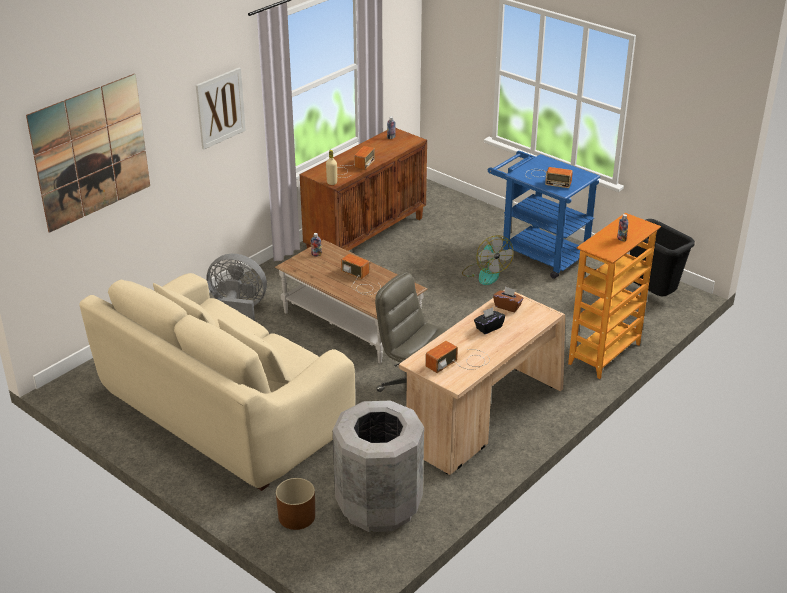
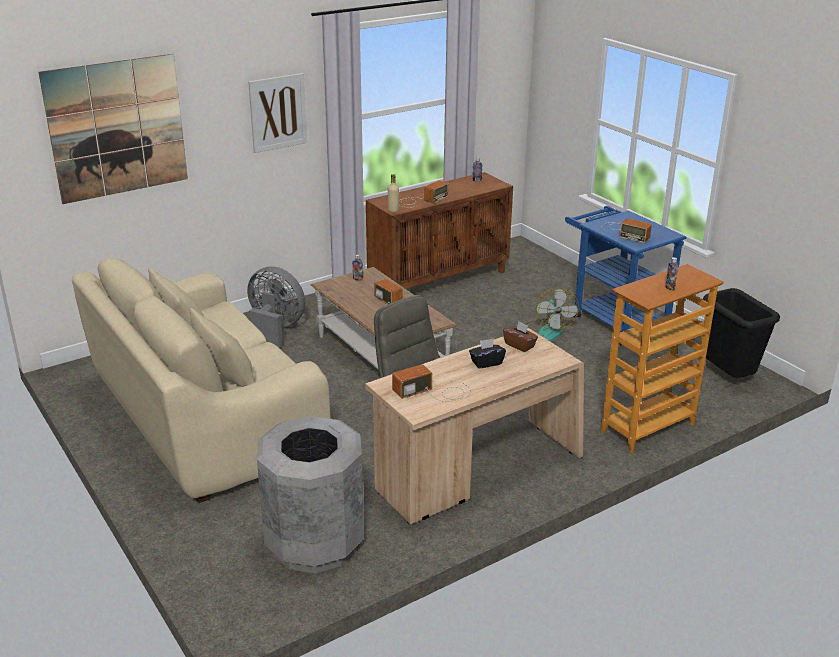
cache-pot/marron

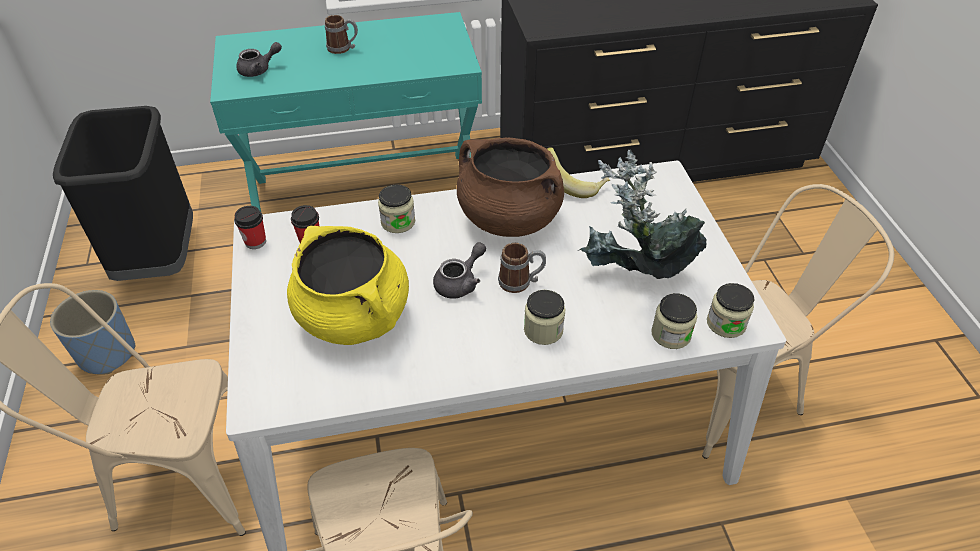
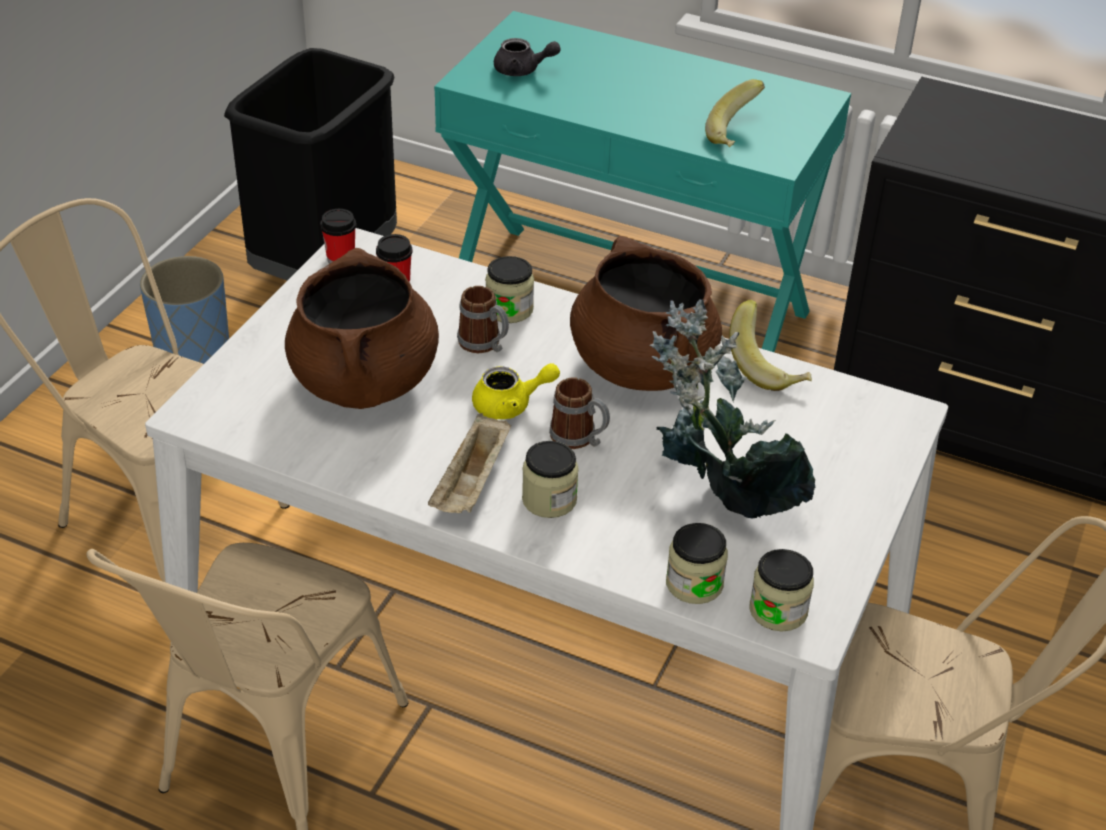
mug (1st from left)
marmite/marron (1st from left)
théière/jaune
banane (1st from left)
plateau/beige

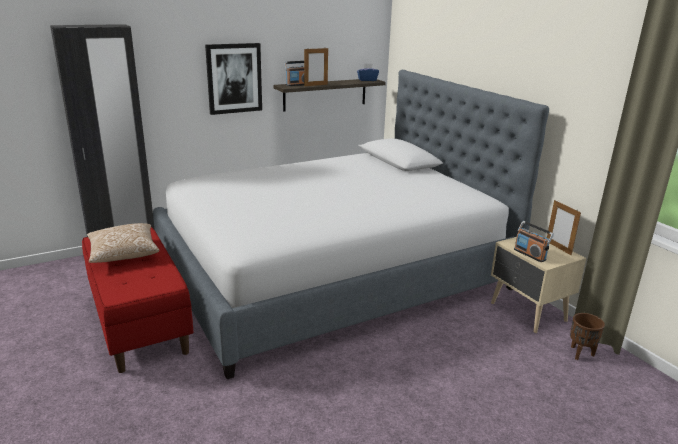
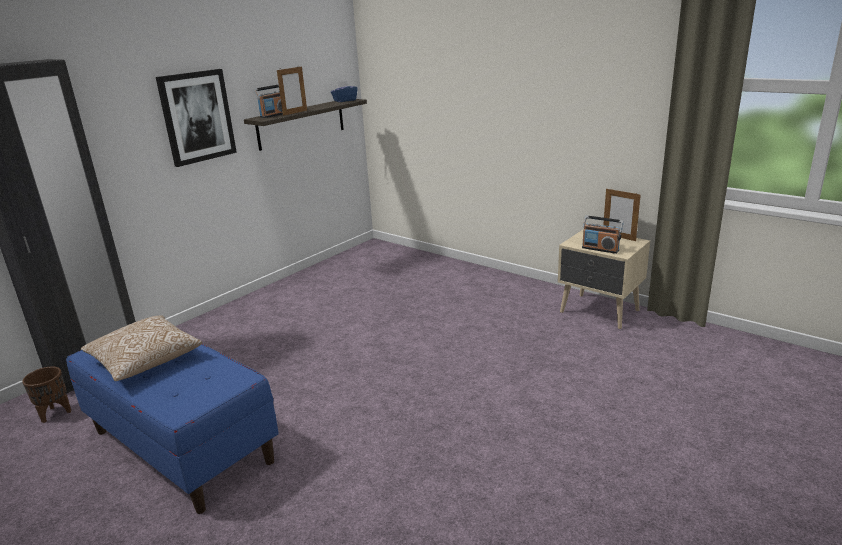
lit
banc/bleu
cache-pot/marron

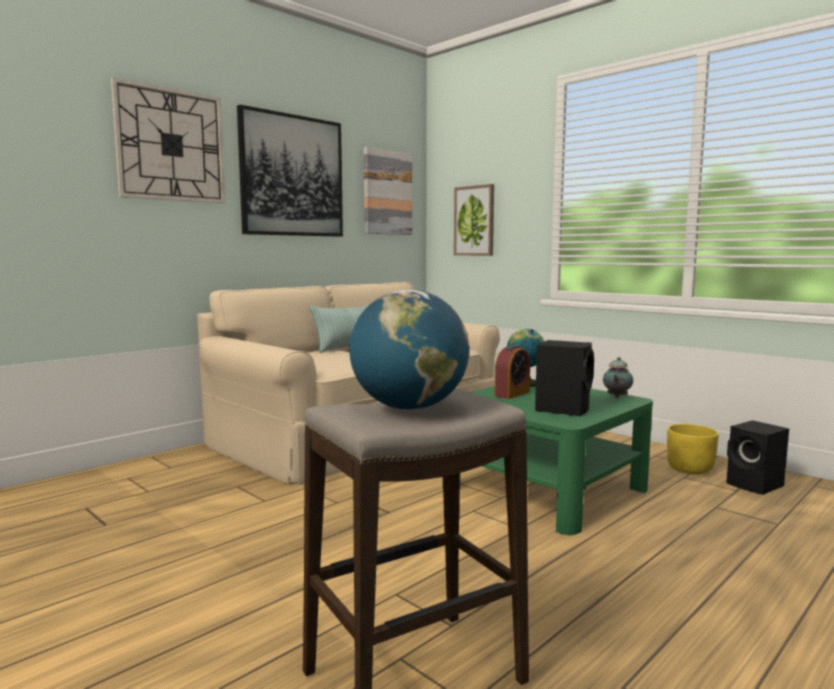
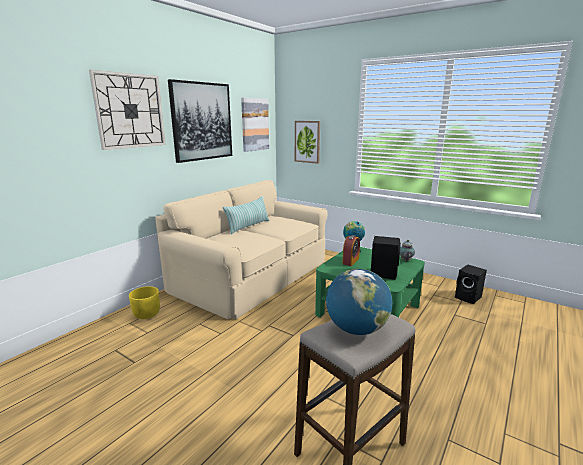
cache-pot/jaune

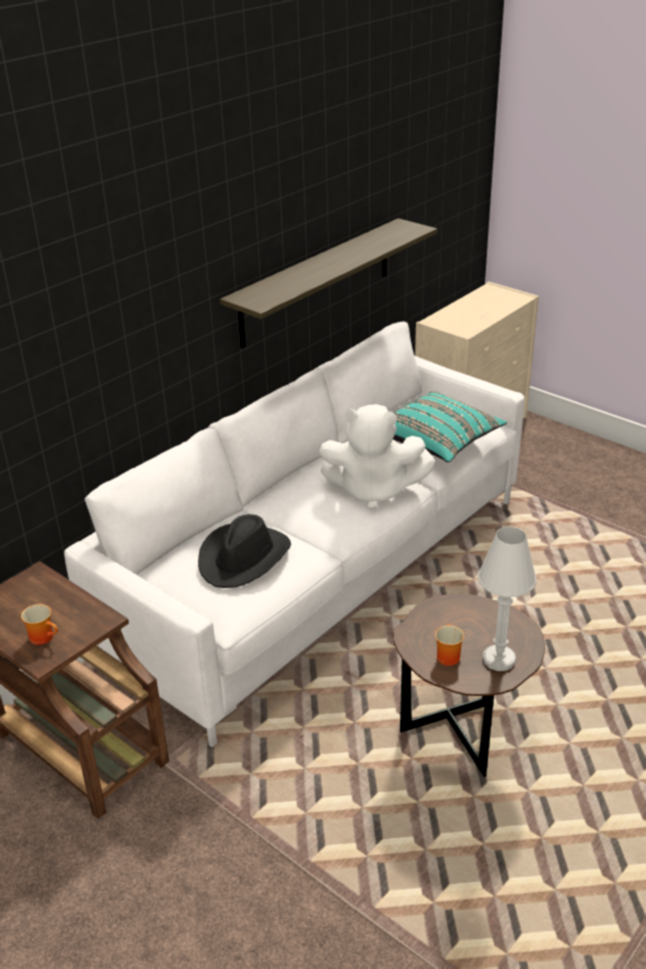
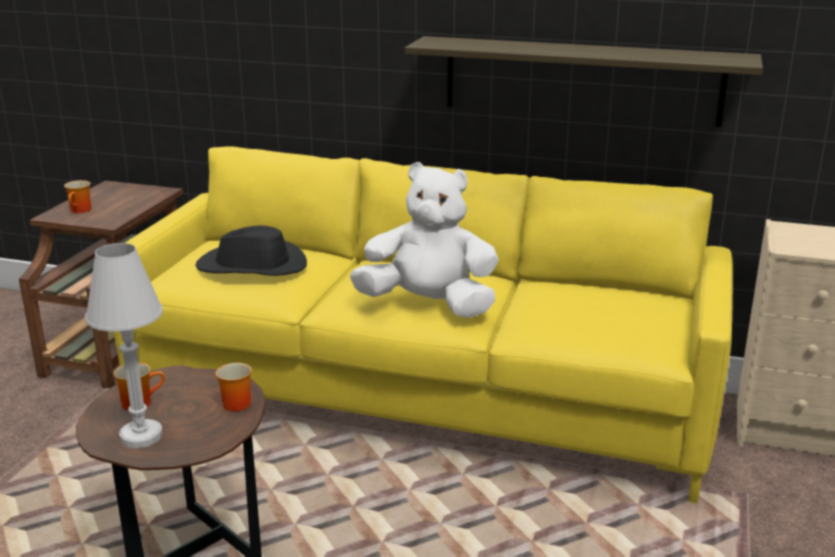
canapé/jaune
coussin/turquoise
peluche/blanc
mug (3rd from left)

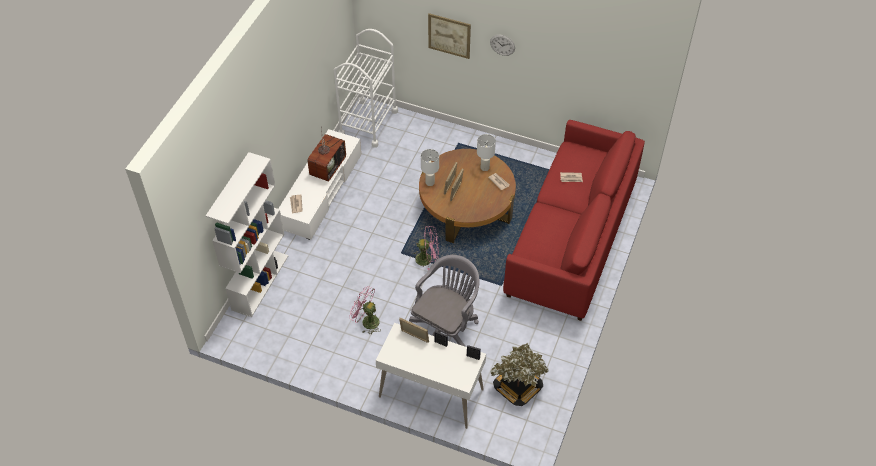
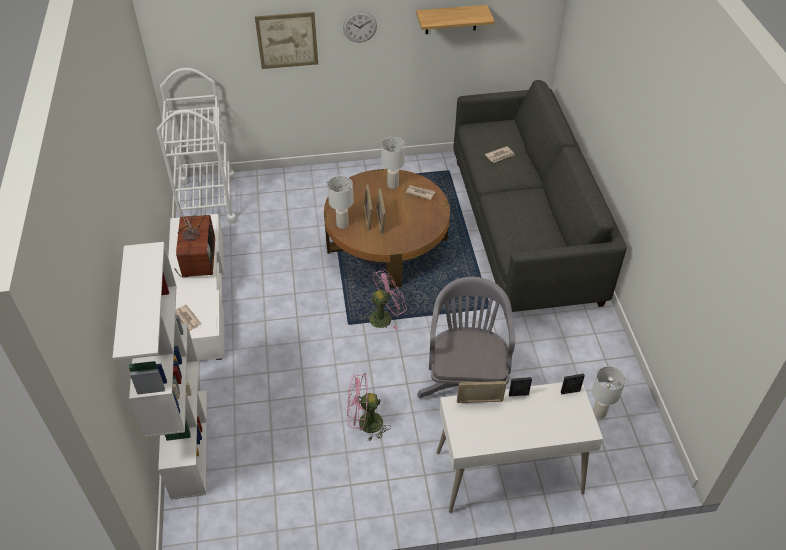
canapé/gris
lampe de table/blanc (3rd from left)
étagère

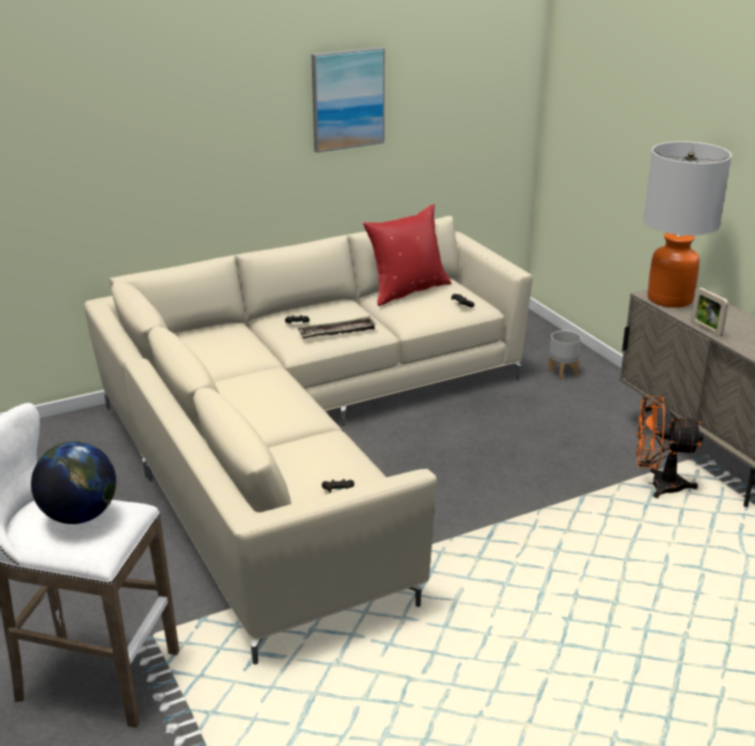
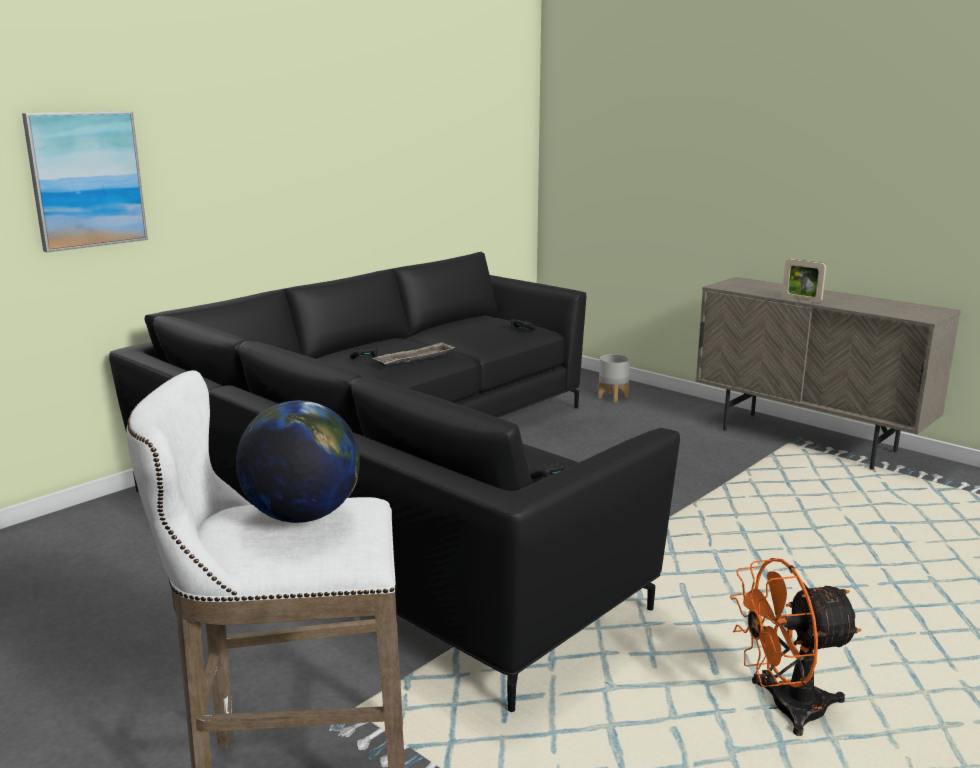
tableau
lampe de table
coussin/rouge
canapé/noir
ventilateur/orange

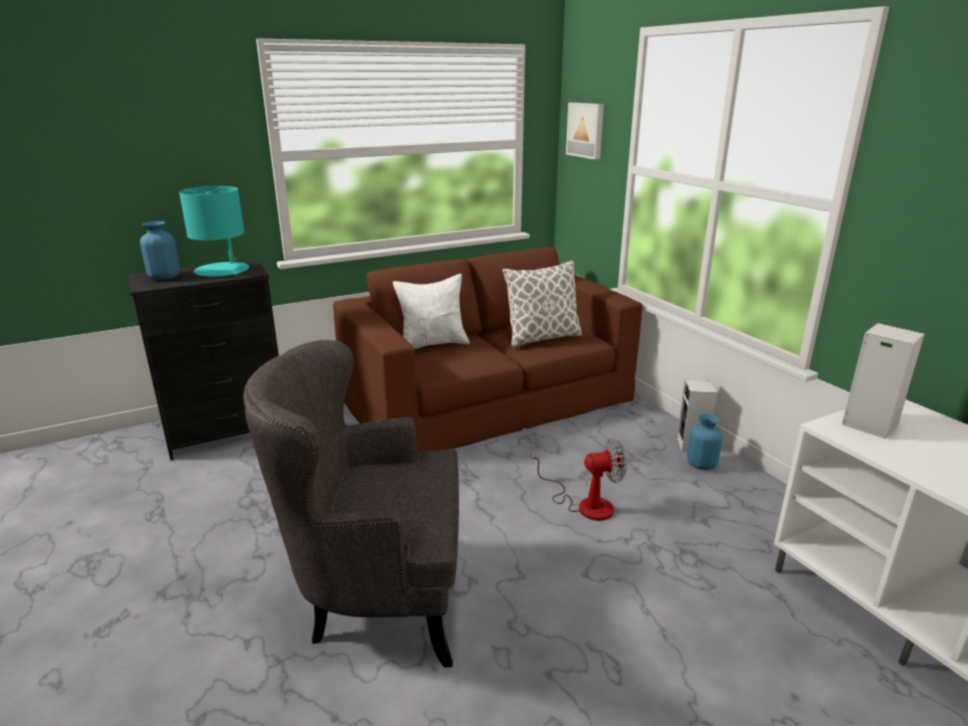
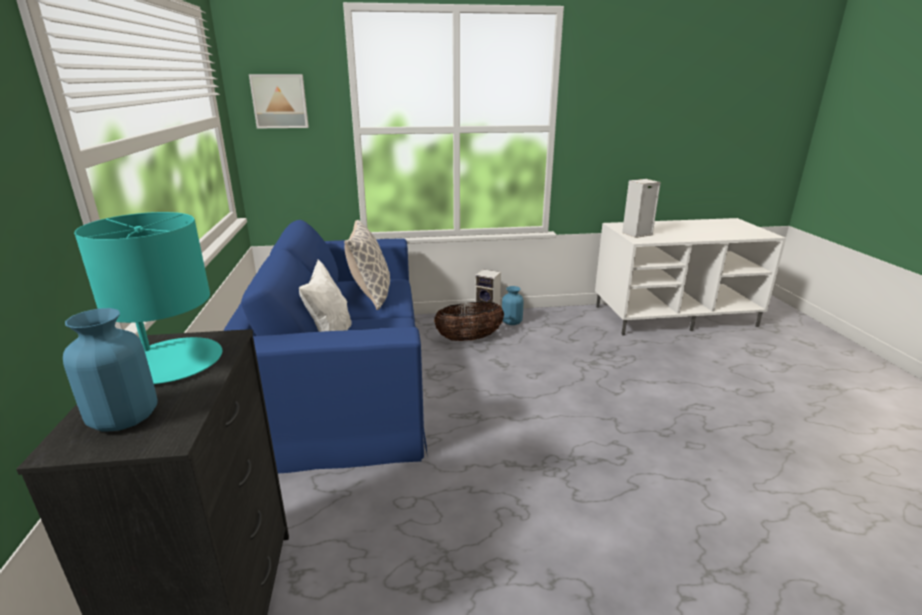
canapé/bleu
fauteuil/gris
ventilateur
panier

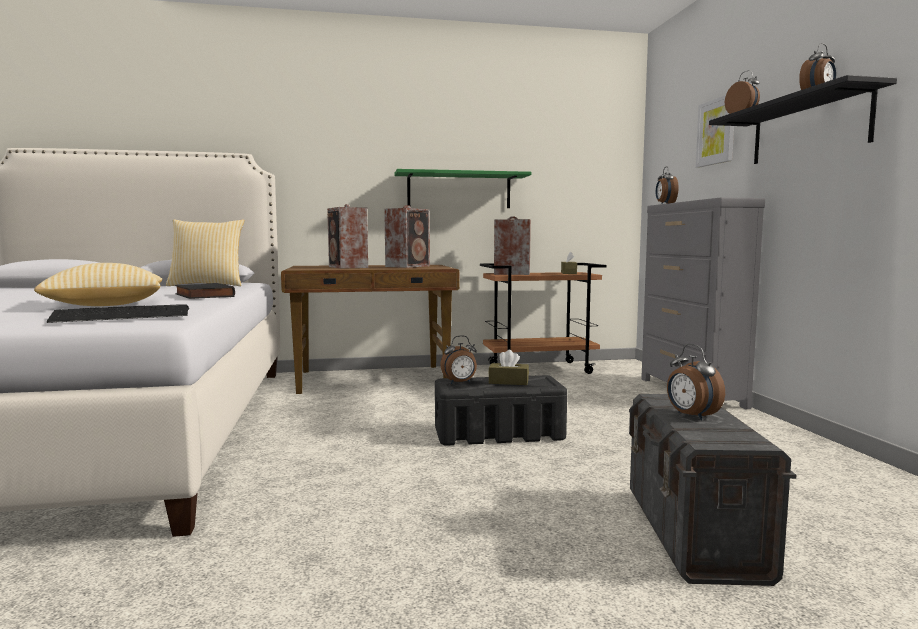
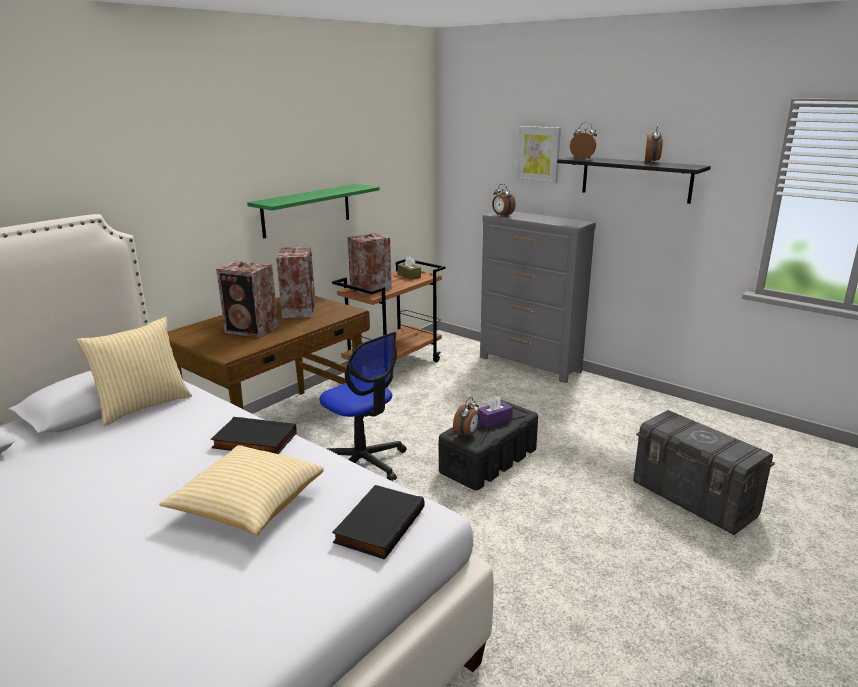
livre/noir (2nd from left)
réveil (3rd from left in the first image)
boîte à mouchoirs/violet
chaise de bureau

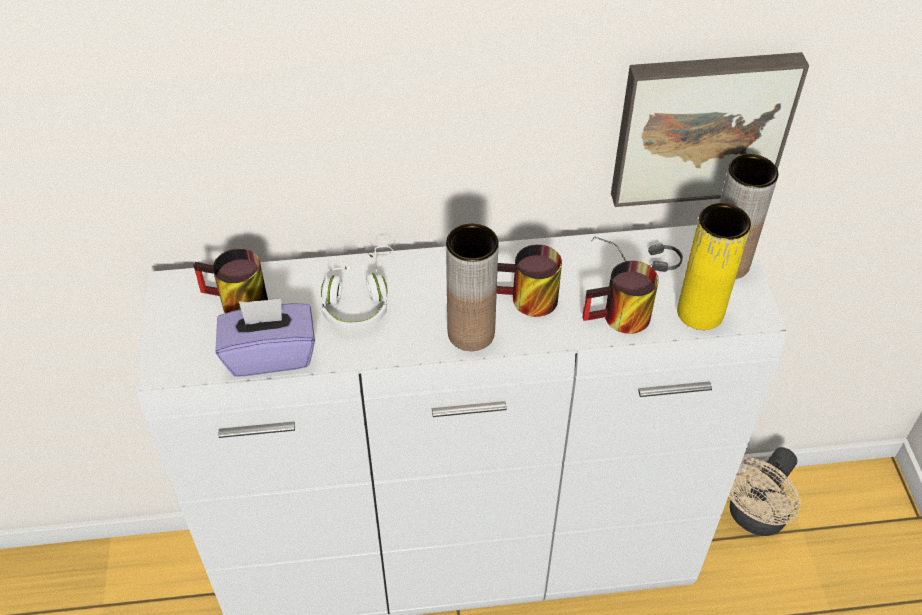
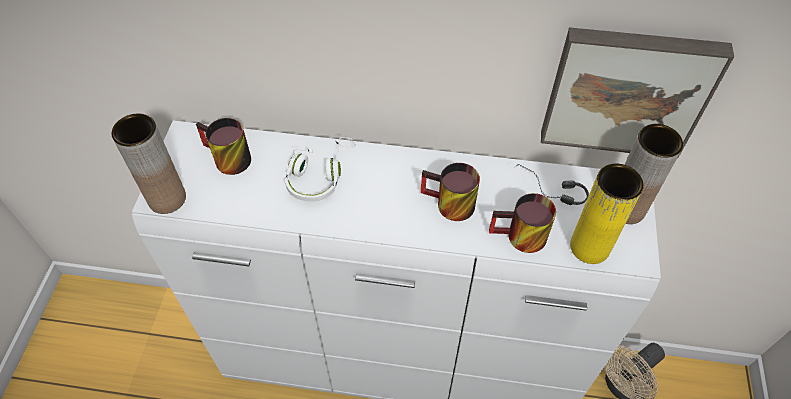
vase/marron (1st from left)
boîte à mouchoirs/violet

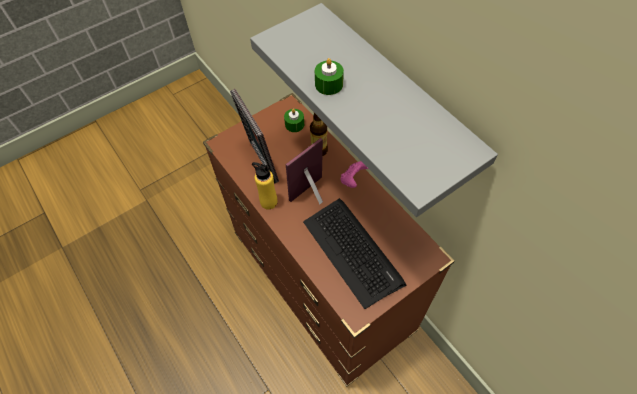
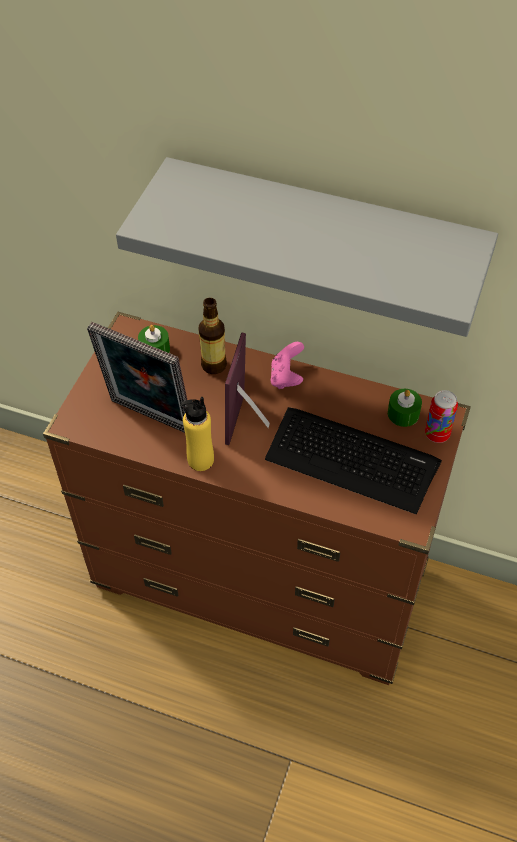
bougie/vert (2nd from left)
boîte métallique

